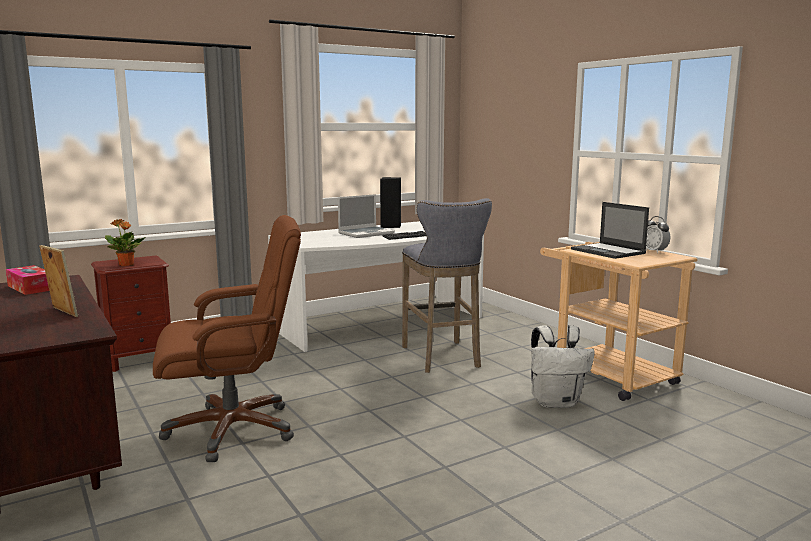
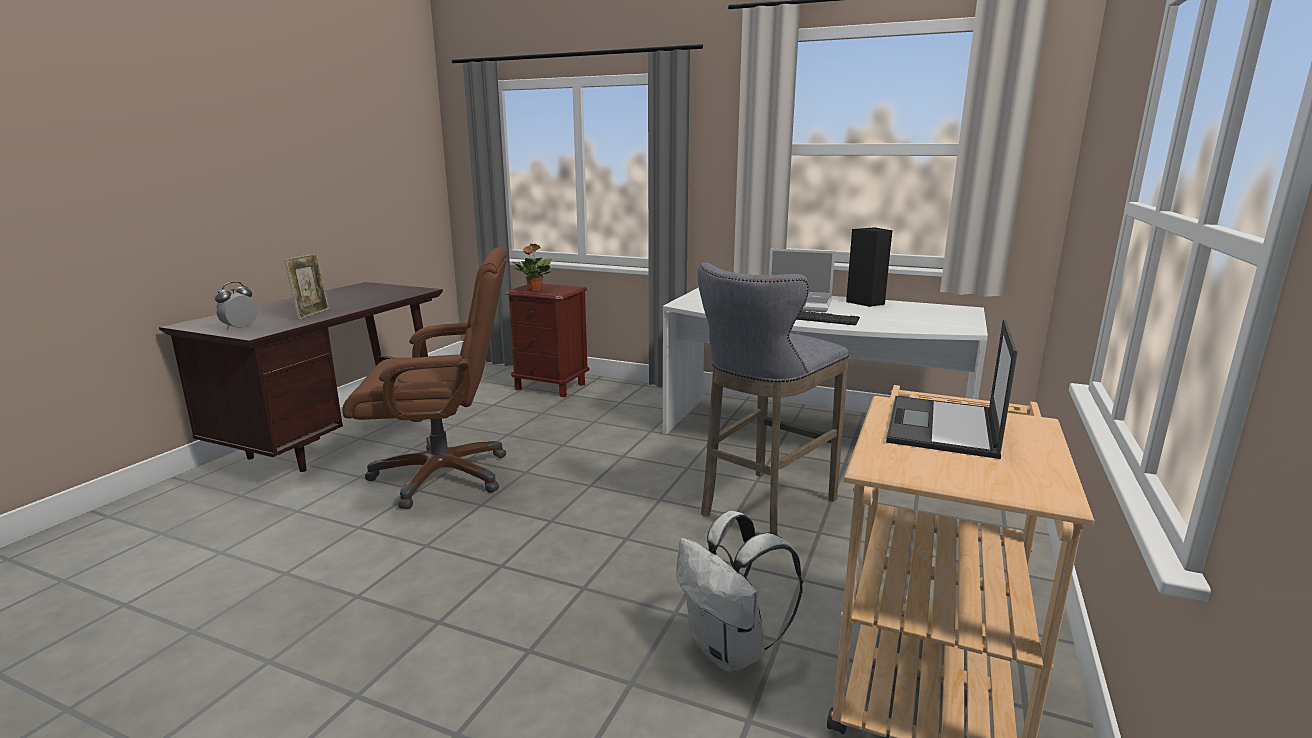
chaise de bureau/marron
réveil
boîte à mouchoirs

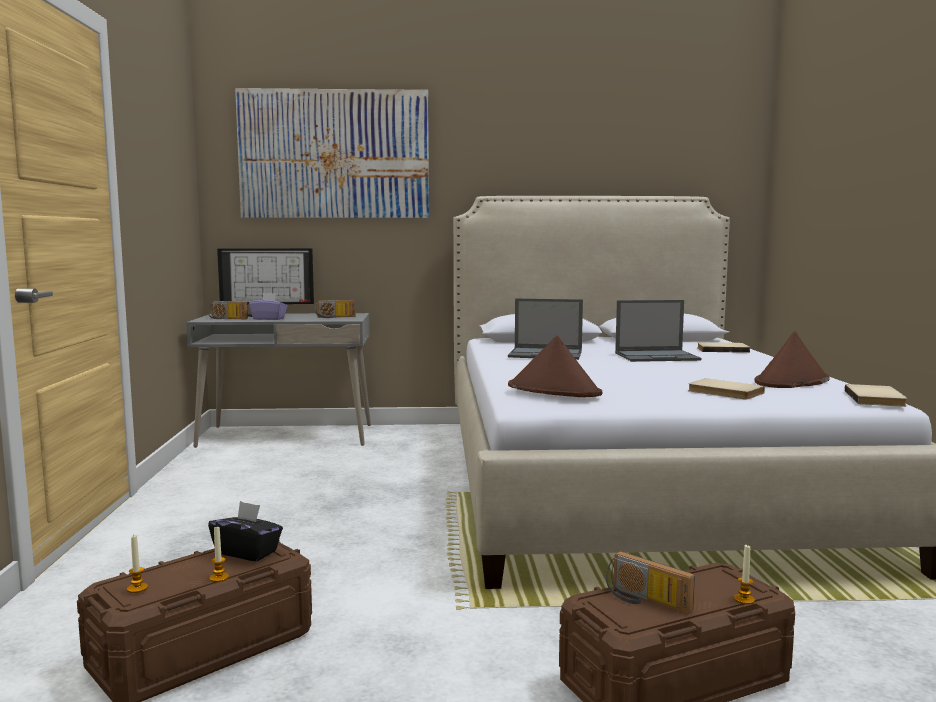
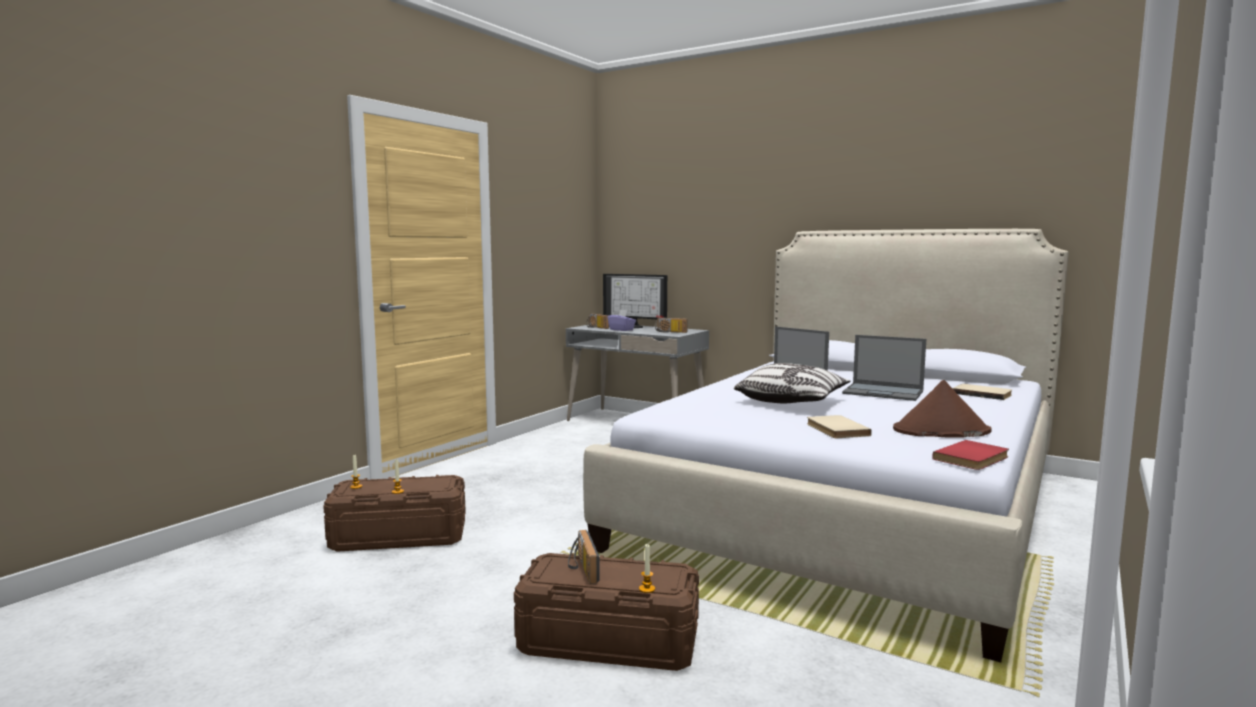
tableau
chapeau/marron (1st from left in the first image)
livre/rouge
boîte à mouchoirs/noir
coussin

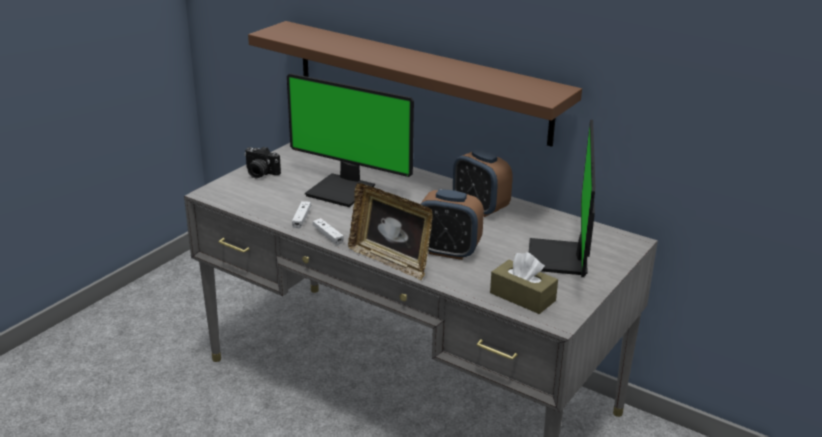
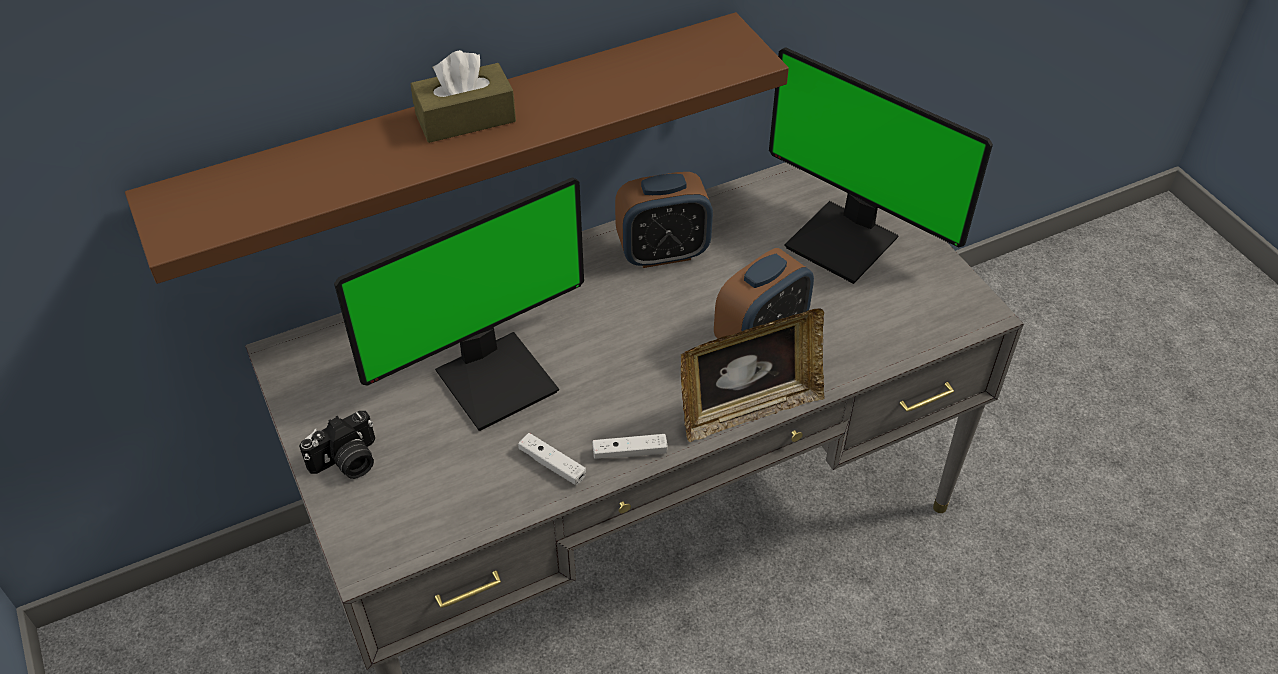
boîte à mouchoirs/marron

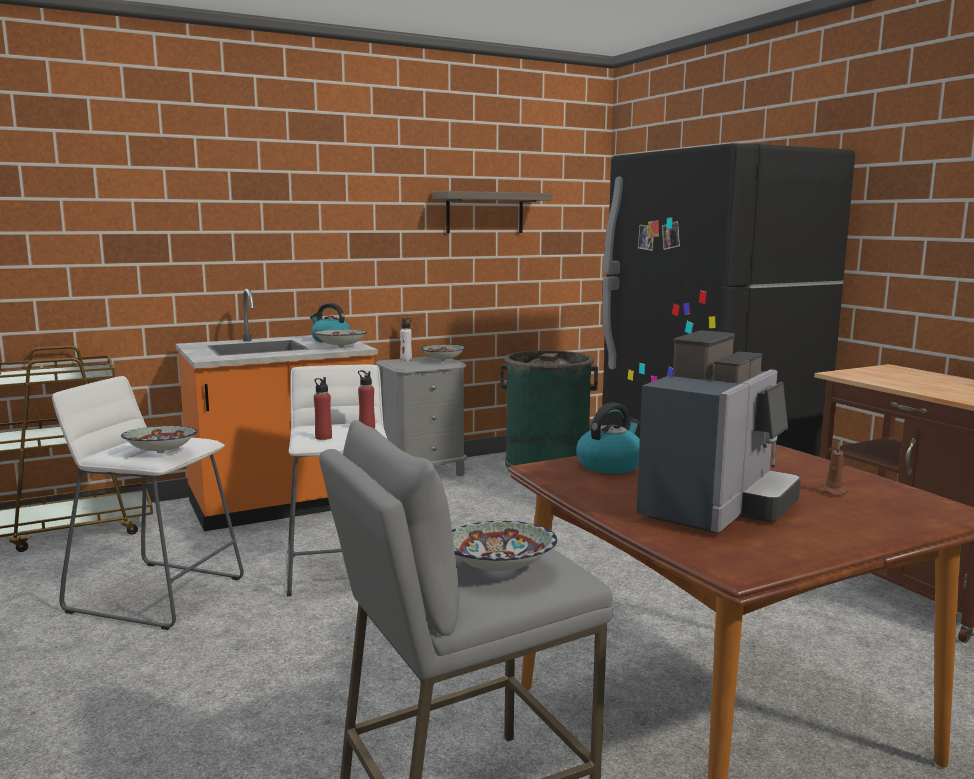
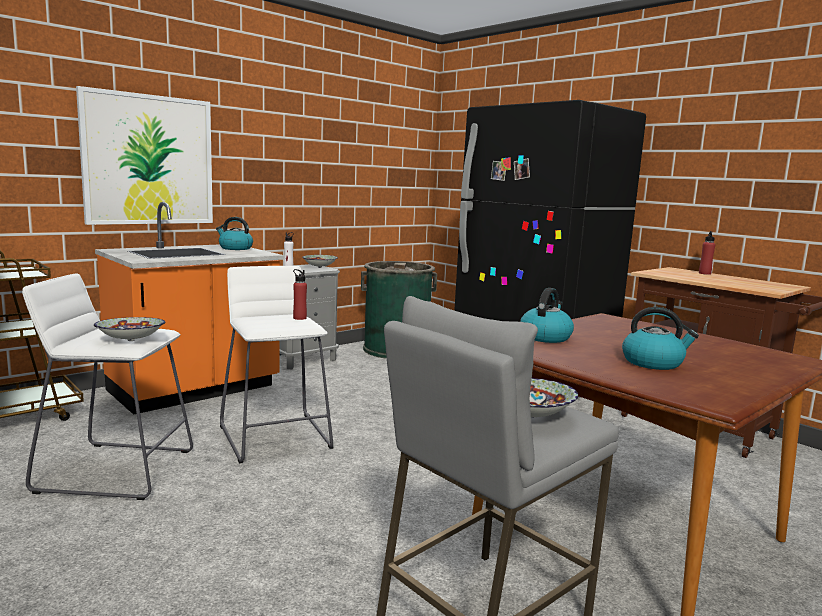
étagère
bol (2nd from left in the first image)
bouilloire (3rd from left)
bouteille/rouge (2nd from left)
bougie/marron
tableau

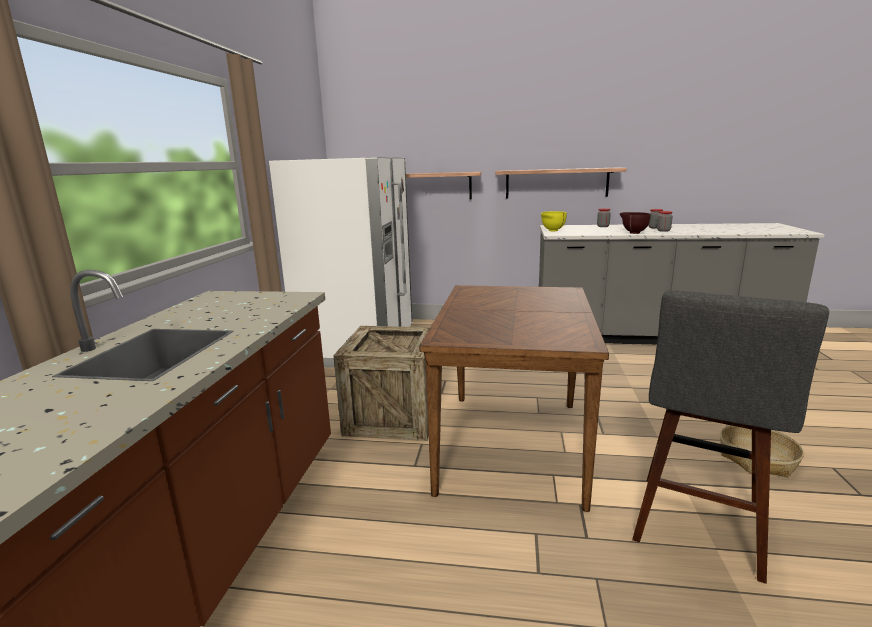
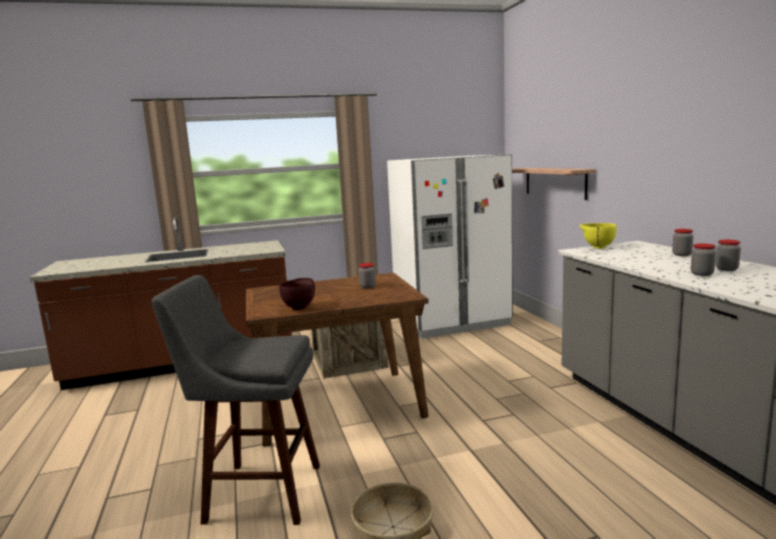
étagère (2nd from left in the first image)
bol/marron
bocal (1st from left)

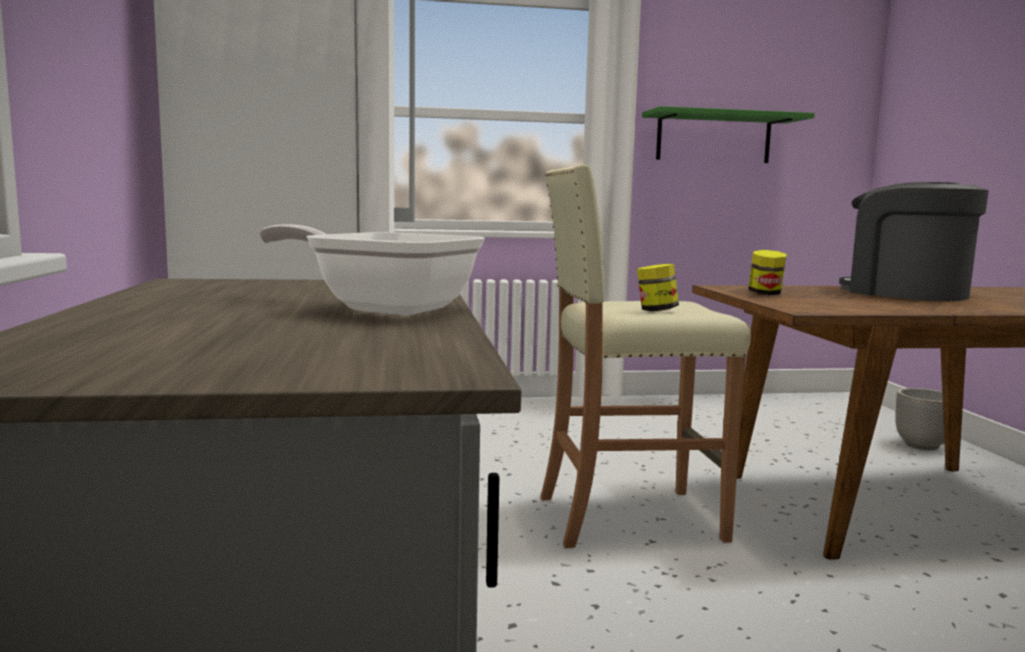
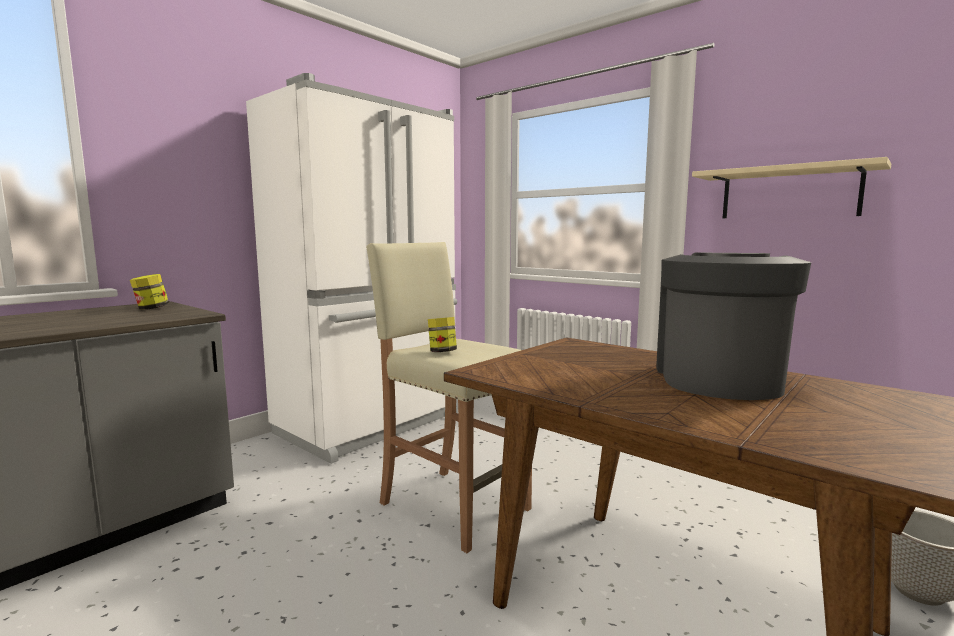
étagère/beige
poêle
bocal (1st from left)

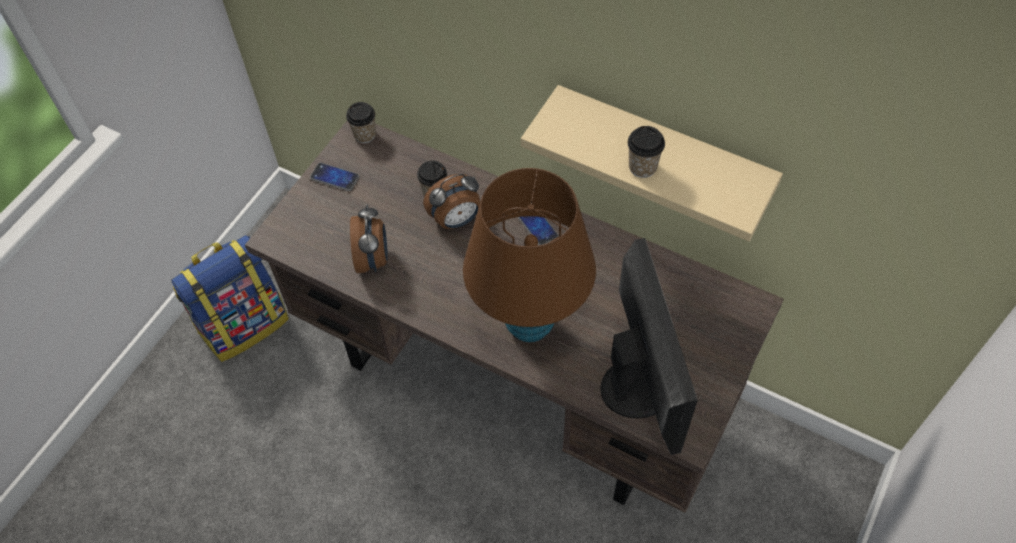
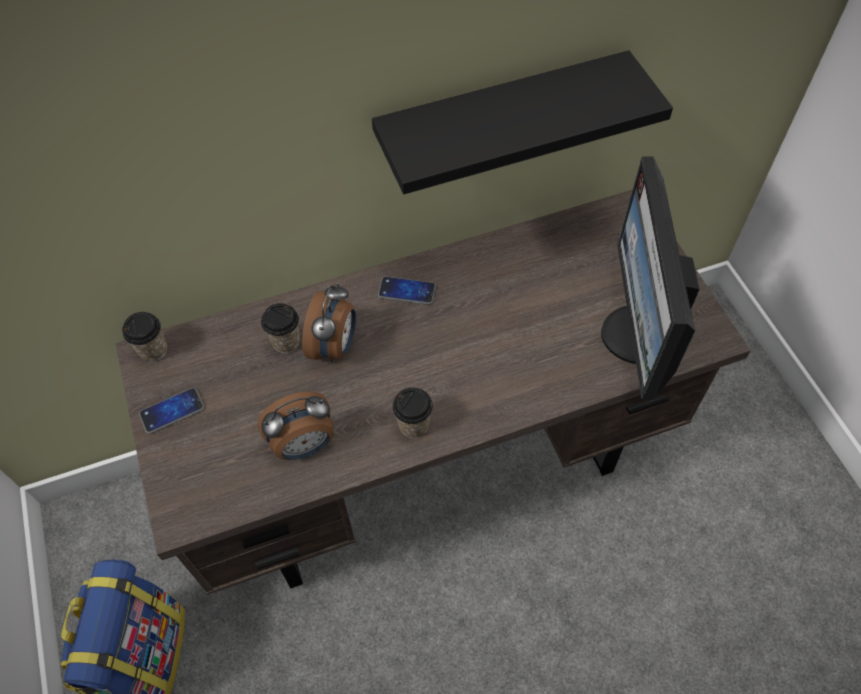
étagère/noir
tasse (3rd from left)
lampe de table/marron
réveil (1st from left)
écran d'ordinateur

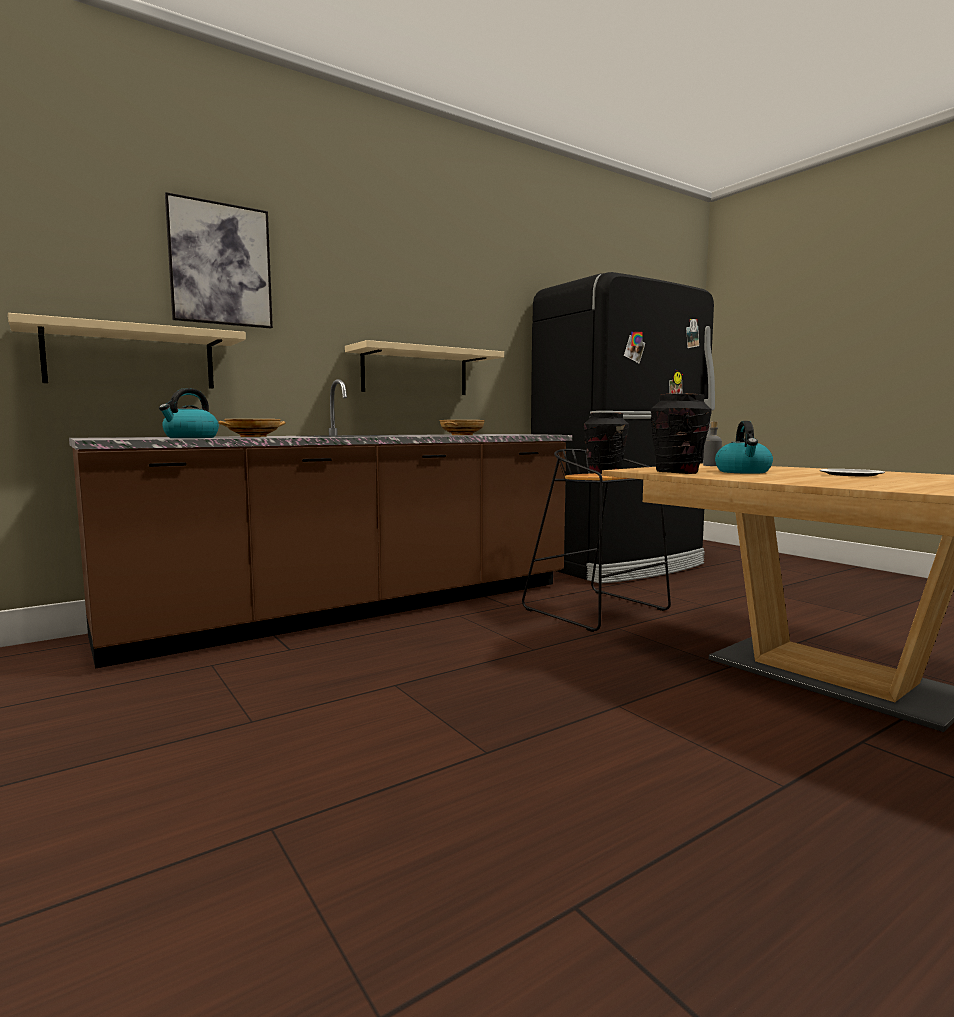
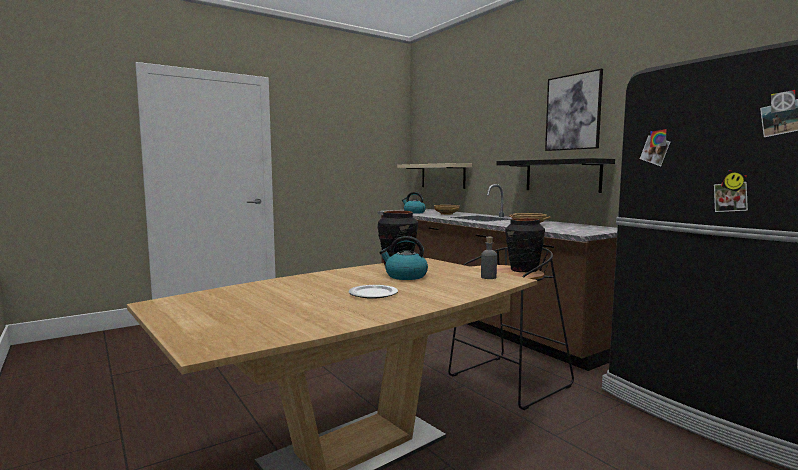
tableau
étagère/noir

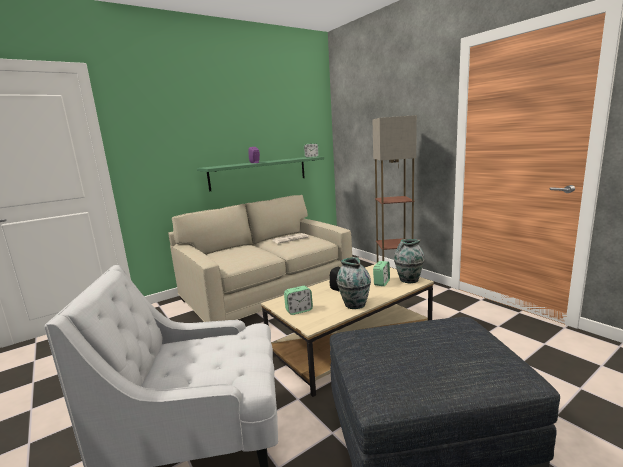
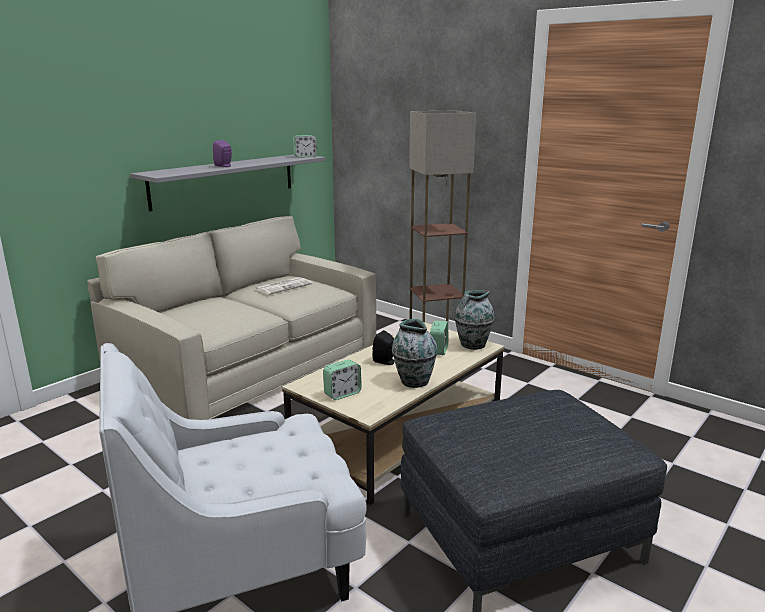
étagère/gris

